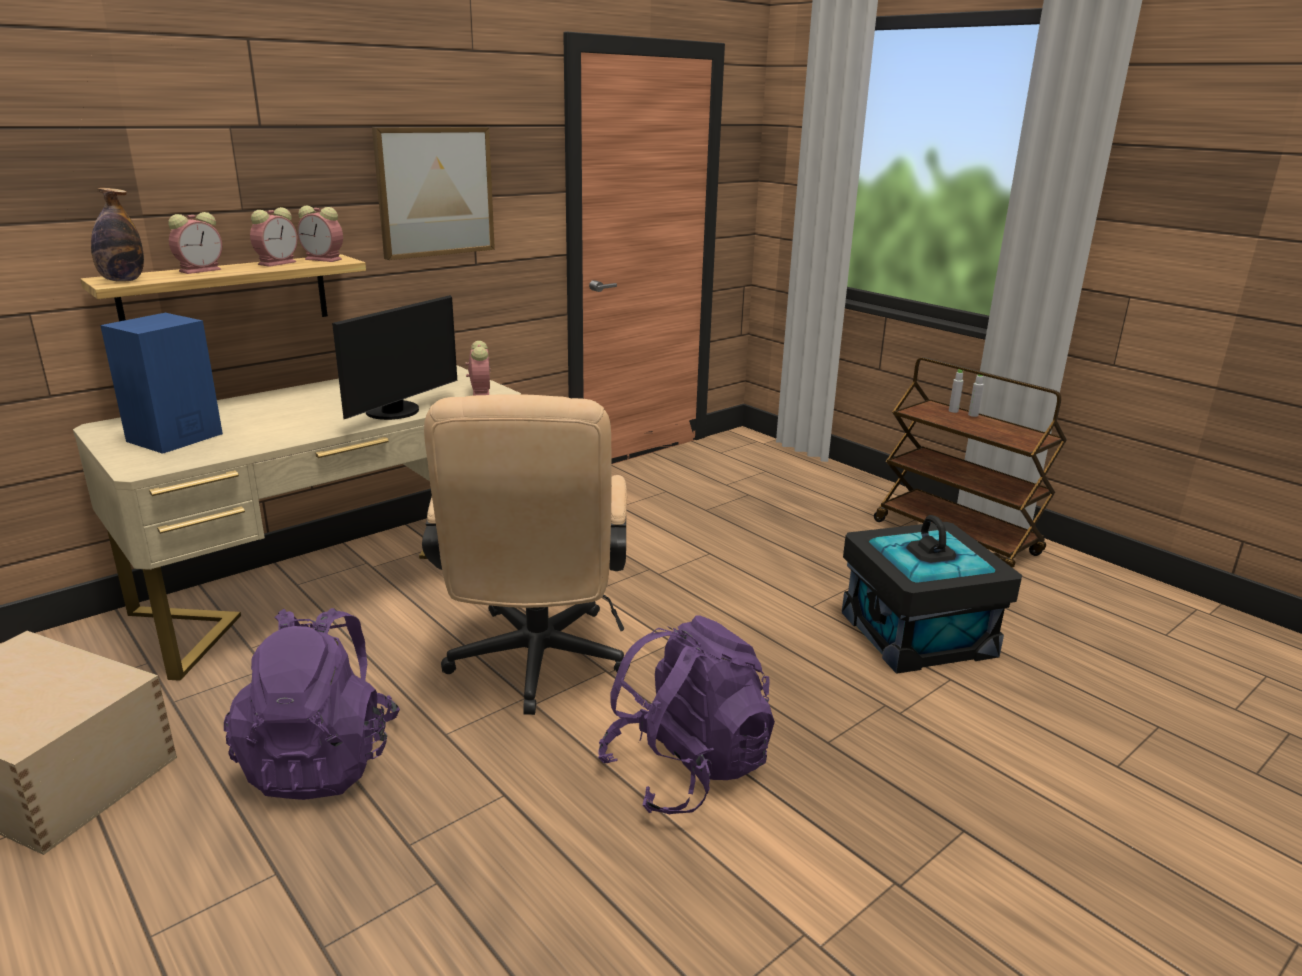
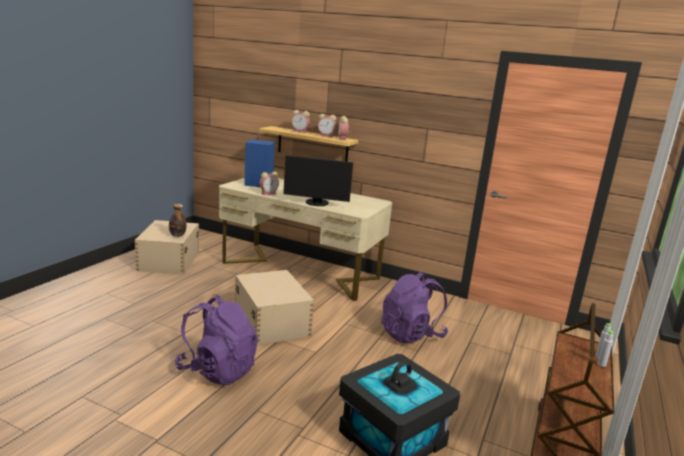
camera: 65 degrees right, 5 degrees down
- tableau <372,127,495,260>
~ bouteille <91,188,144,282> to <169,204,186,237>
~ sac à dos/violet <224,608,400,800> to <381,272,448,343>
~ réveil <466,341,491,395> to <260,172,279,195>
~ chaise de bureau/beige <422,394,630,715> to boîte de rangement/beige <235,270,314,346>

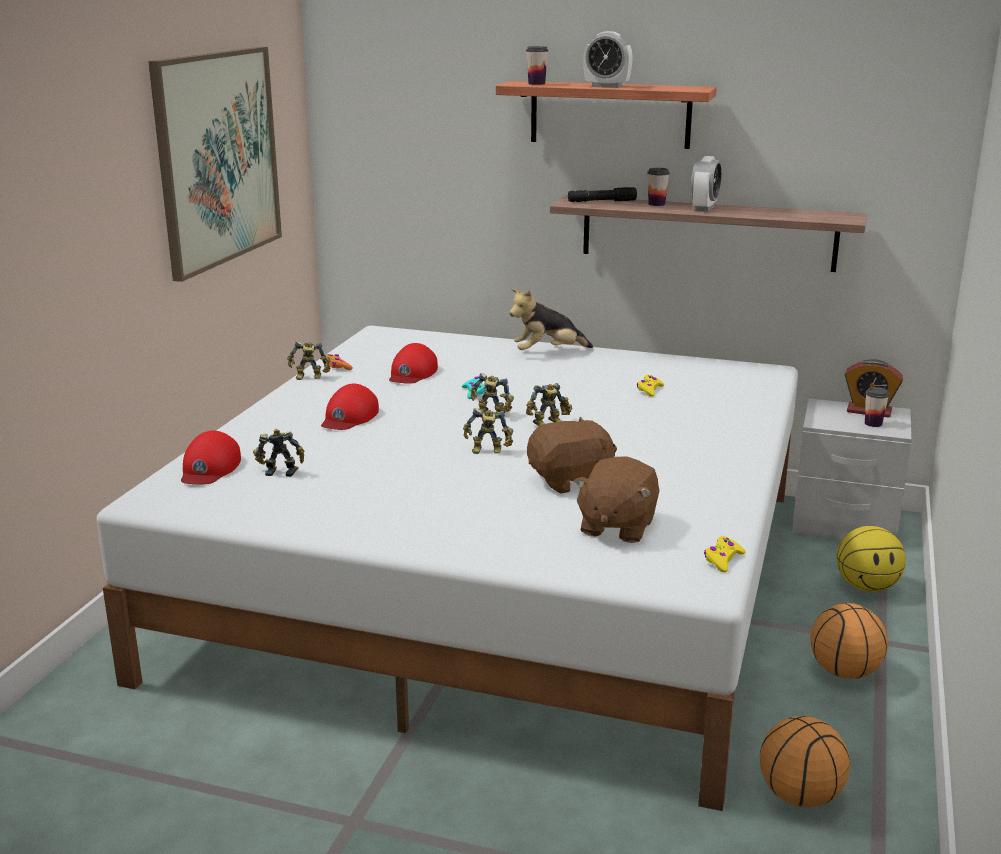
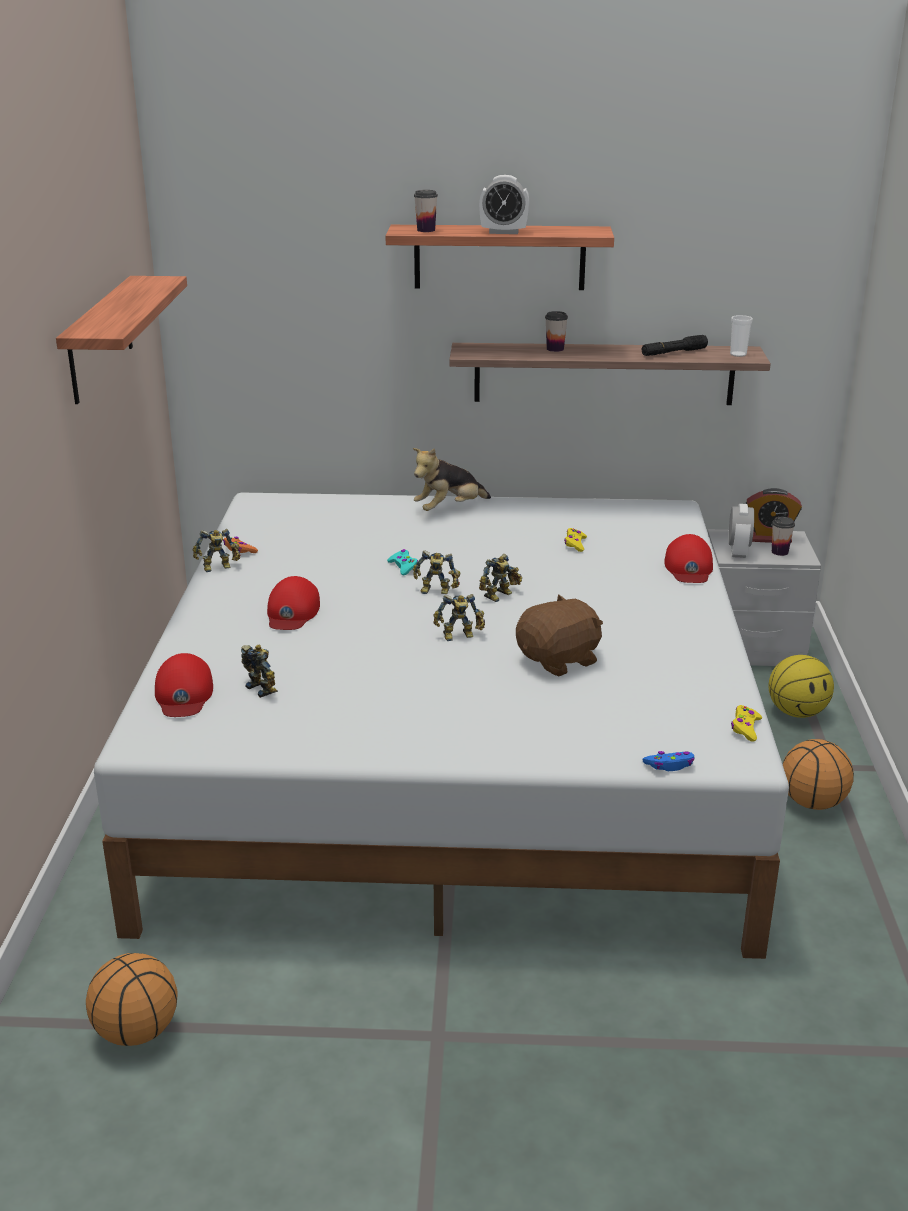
camera: 15 degrees left, 5 degrees up
- peluche/marron <574,457,660,543>
+ manette/bleu <642,751,694,771>
+ tasse <730,315,753,357>
~ casquette/rouge <389,343,438,384> to <664,534,713,583>
~ lampe de poche/noir <568,187,637,202> to <642,335,708,356>
~ réveil <691,156,722,212> to <728,504,754,558>
~ ballon de basket <760,716,850,807> to <86,953,178,1046>
~ tableau <148,47,282,282> to étagère <56,276,187,404>
~ robot jouet <253,429,305,477> = <241,645,278,698> 60 degrees clockwise

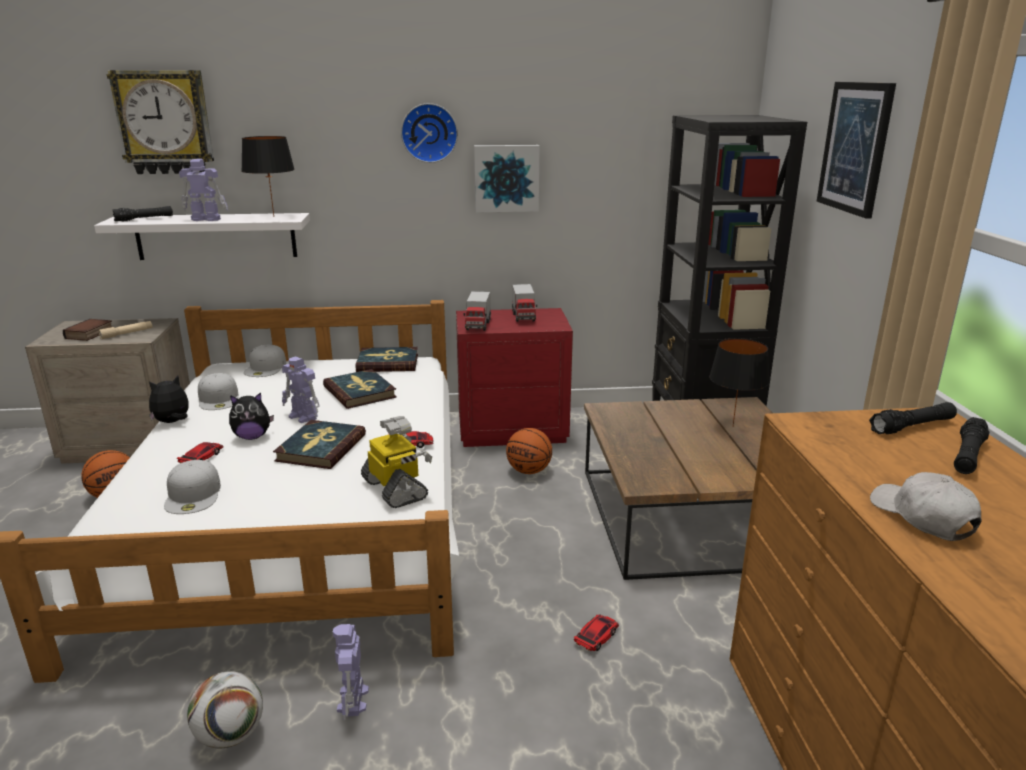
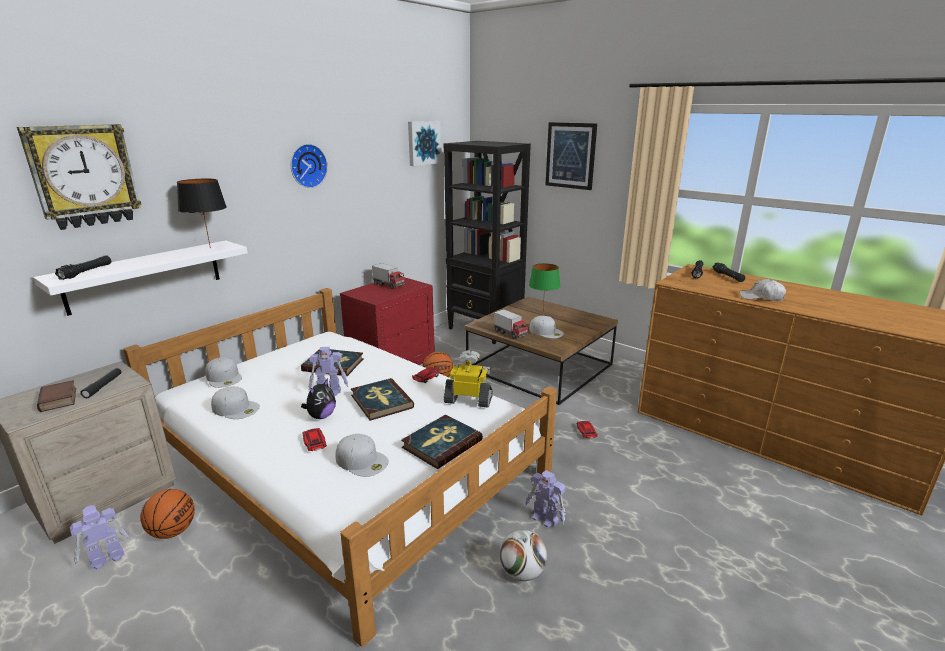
camera: 45 degrees left, 0 degrees up
- peluche <149,376,189,423>
+ casquette/blanc <529,316,564,339>
~ robot jouet <179,159,228,221> to <70,505,130,570>
~ livre <355,347,418,372> to <401,415,483,469>
~ camion jouet <464,291,491,331> to <494,309,529,339>
~ tableau <474,145,540,213> to <408,121,442,166>
~ lampe de poche/beige <99,321,152,339> to lampe de poche/noir <80,368,121,398>
~ lampe de table/noir <709,338,769,426> to lampe de table/vert <529,263,561,310>

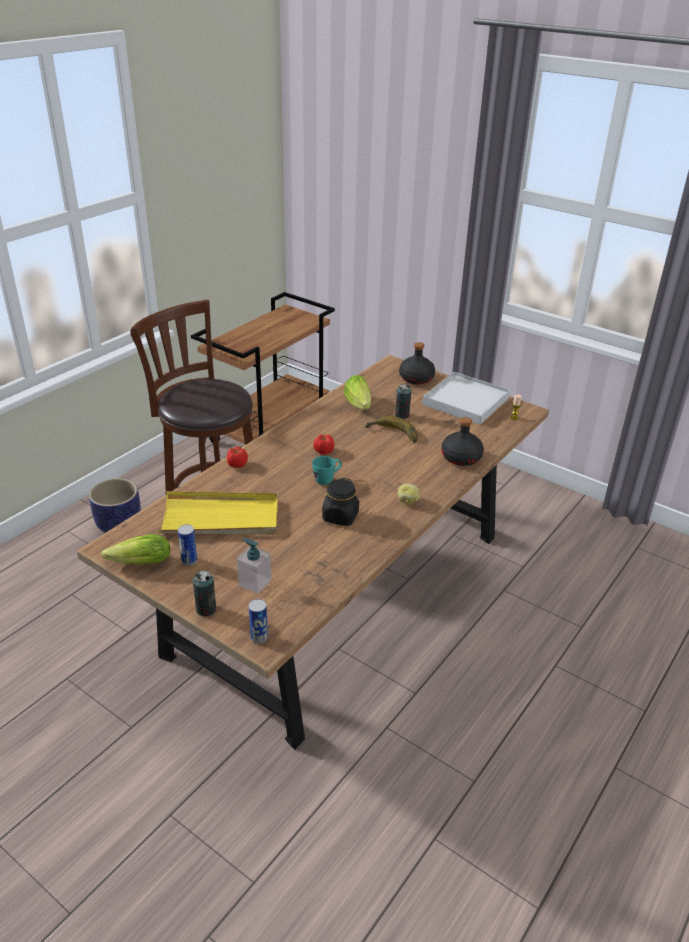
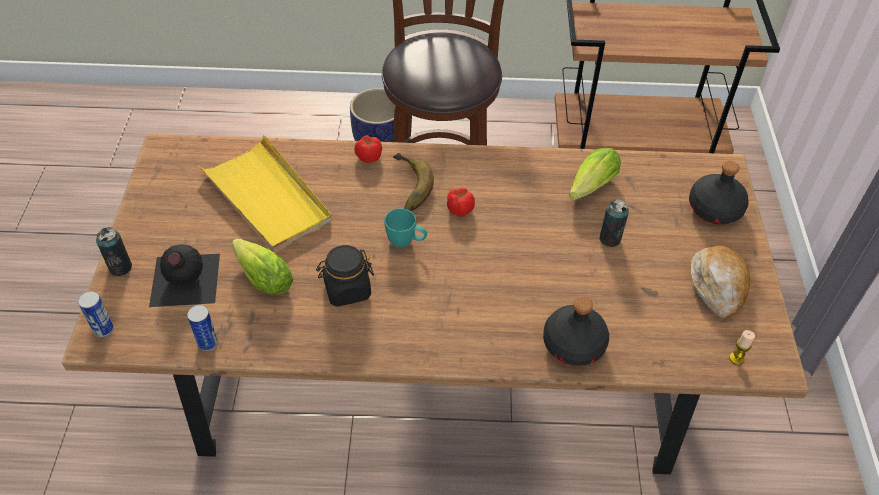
camera: 55 degrees right, 15 degrees up
- pomme de terre <398,483,419,505>
~ laitue <101,534,170,564> to <231,239,294,295>
~ boîte métallique <178,524,197,565> to <187,305,218,351>
~ banane <365,416,417,443> to <393,153,434,211>
~ distributeur de savon <237,538,272,594> to bouteille/noir <149,244,220,307>
~ plateau/blanc <422,372,510,425> to pain <691,246,750,319>

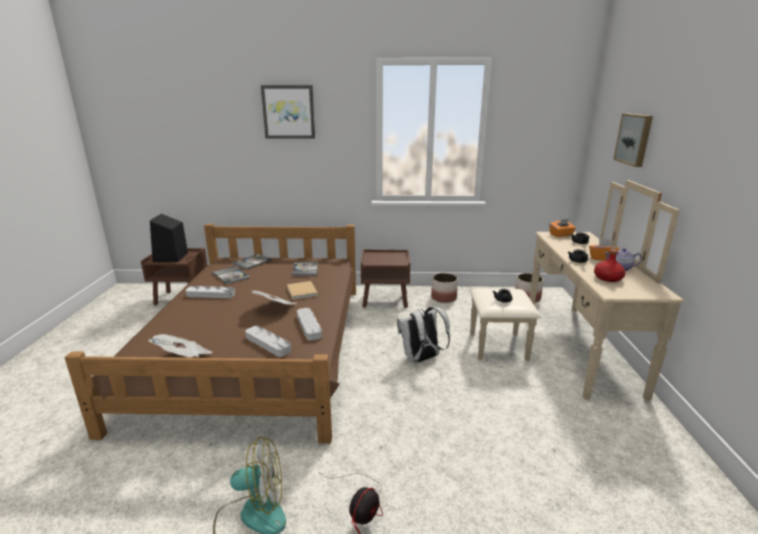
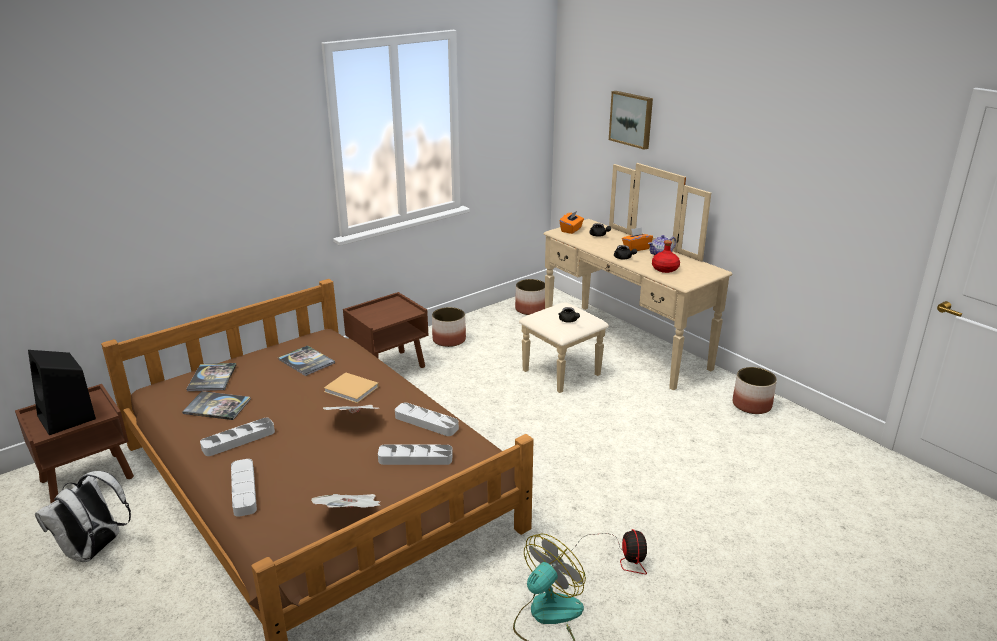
camera: 40 degrees left, 5 degrees up
- tableau <261,85,315,139>
+ plateau/gris <231,459,257,517>
+ cache-pot <733,367,777,414>
~ sac à dos/blanc <397,306,450,363> to <35,471,131,562>

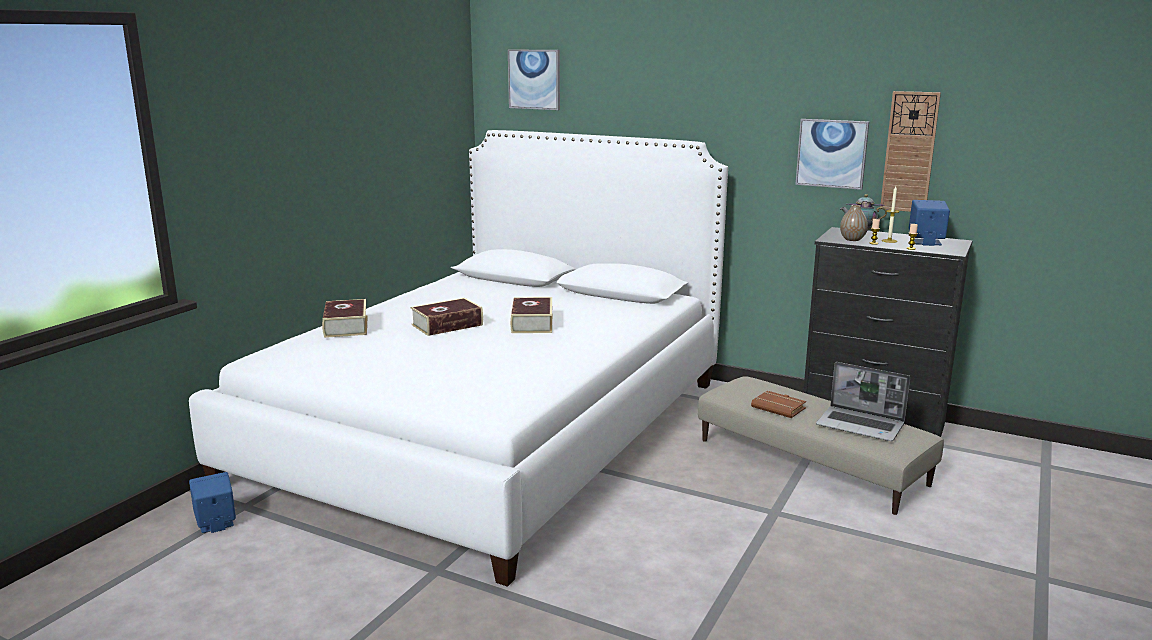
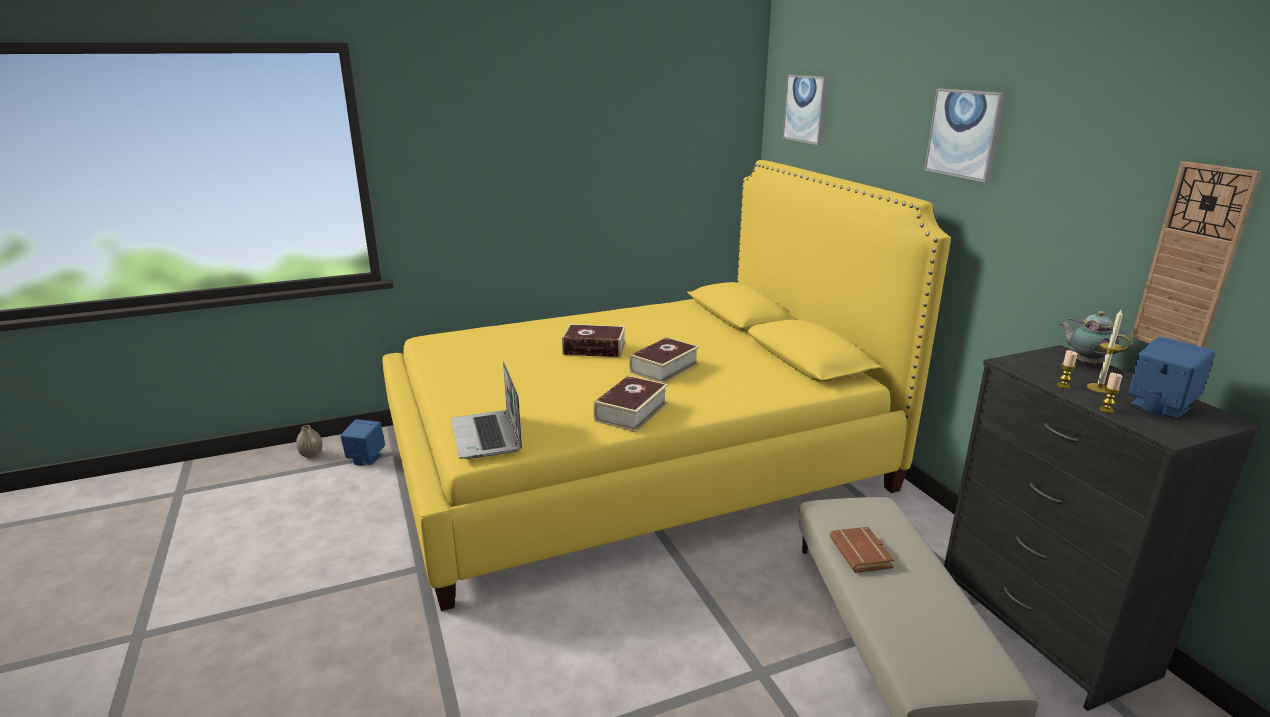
camera: 40 degrees right, 5 degrees up
~ livre <322,299,368,338> to <593,376,668,432>
~ tableau <795,119,869,190> to <925,89,1006,183>
~ ordinateur portable <816,362,910,441> to <451,362,522,459>
~ vase <840,205,868,241> to <296,425,323,458>
~ lit/blanc <189,130,728,587> to lit/jaune <382,160,951,611>

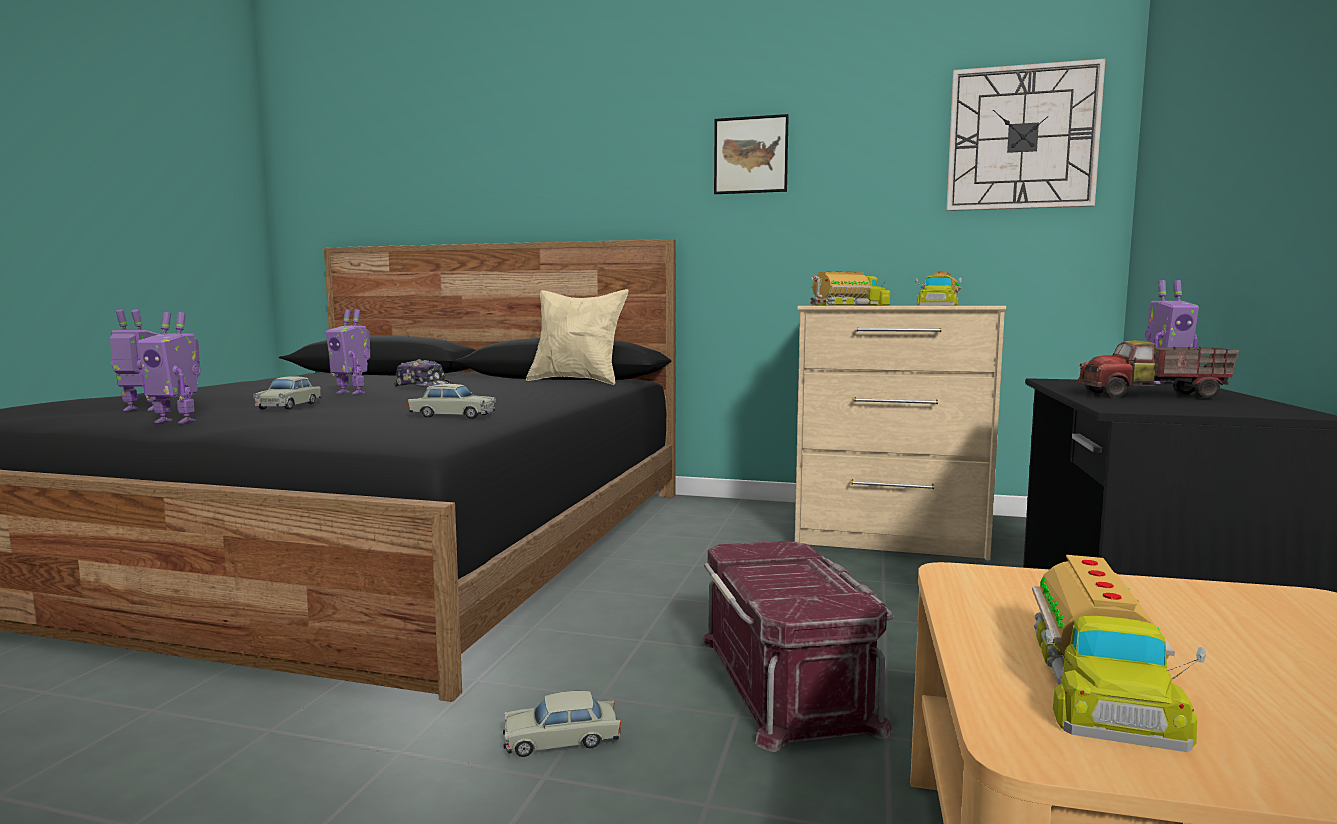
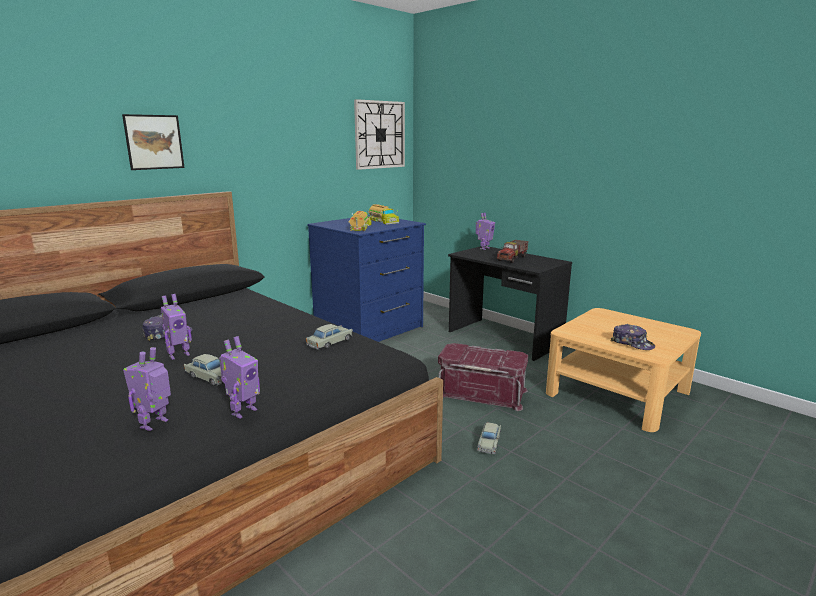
camera: 60 degrees left, 10 degrees up
- coussin/beige <526,289,628,385>
~ tableau <714,114,789,194> to <122,114,185,170>
~ camion jouet <1032,555,1206,752> to casquette <611,324,655,350>
~ commode/beige <795,306,1006,560> to commode/bleu <307,215,426,342>

